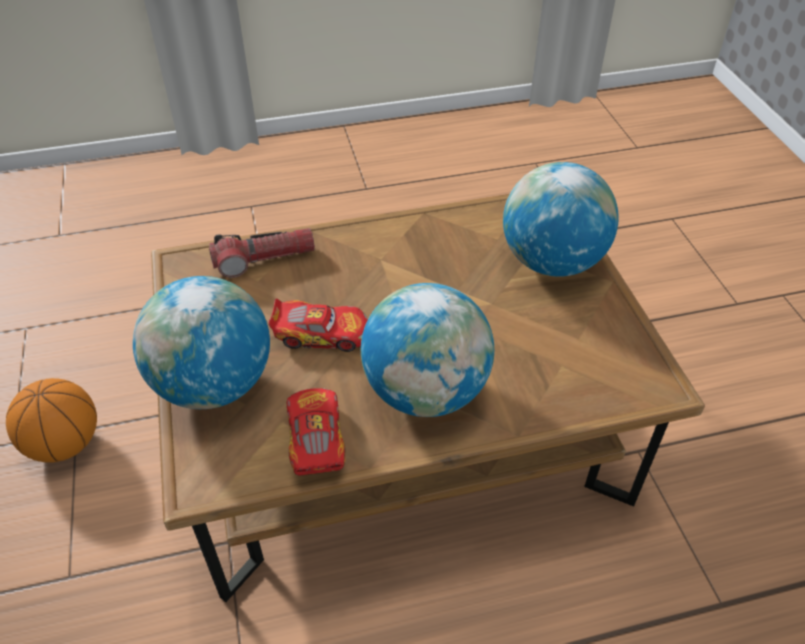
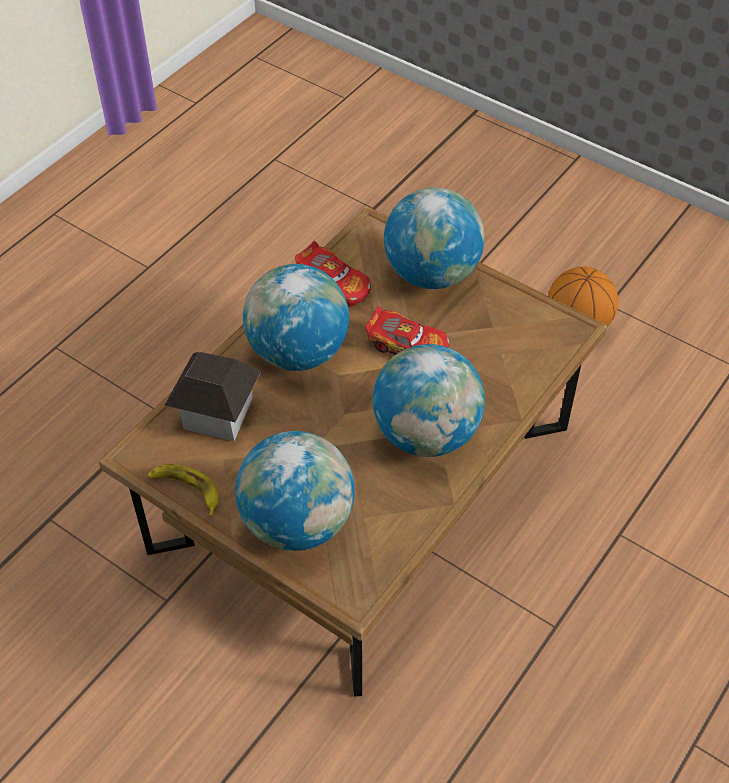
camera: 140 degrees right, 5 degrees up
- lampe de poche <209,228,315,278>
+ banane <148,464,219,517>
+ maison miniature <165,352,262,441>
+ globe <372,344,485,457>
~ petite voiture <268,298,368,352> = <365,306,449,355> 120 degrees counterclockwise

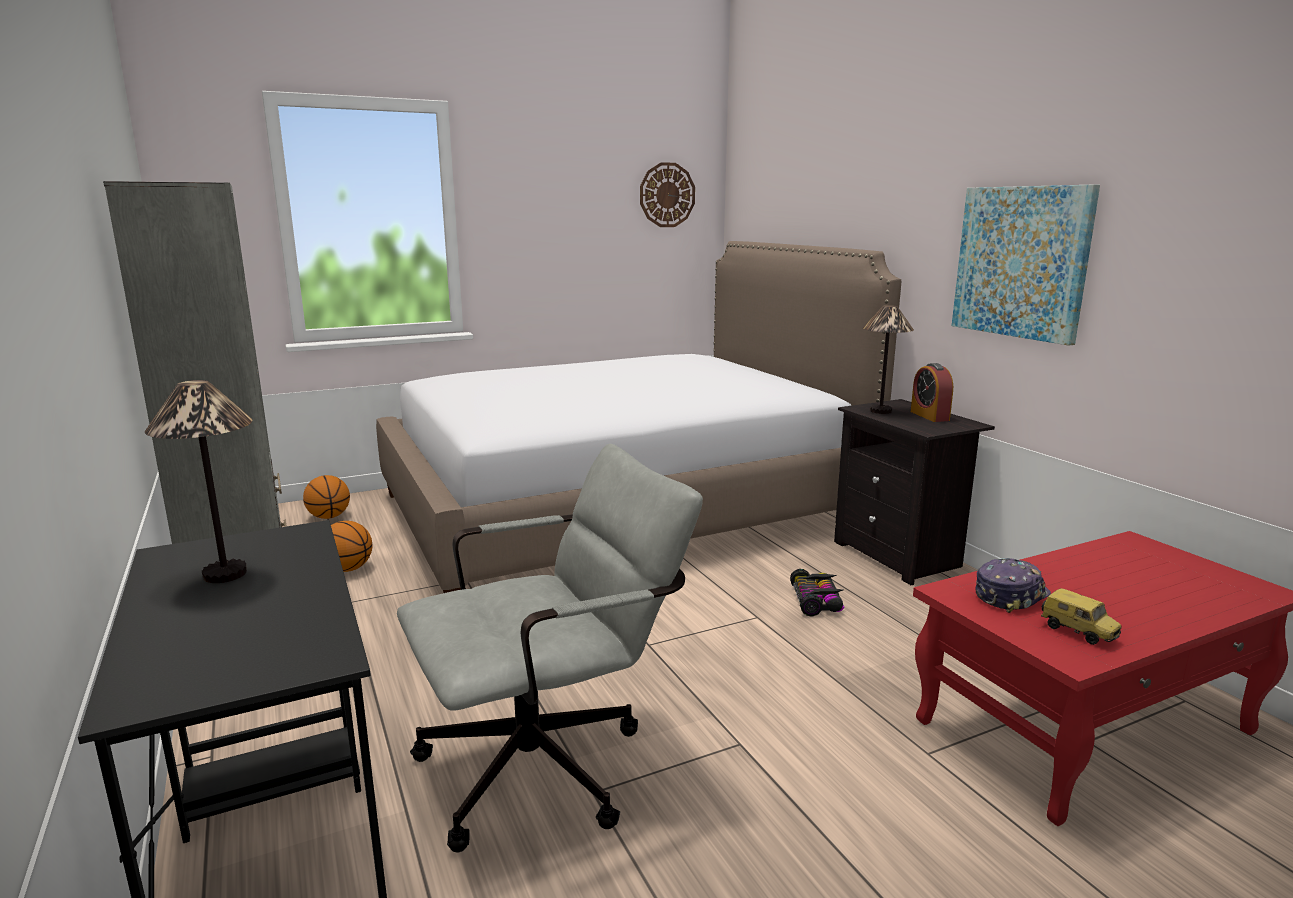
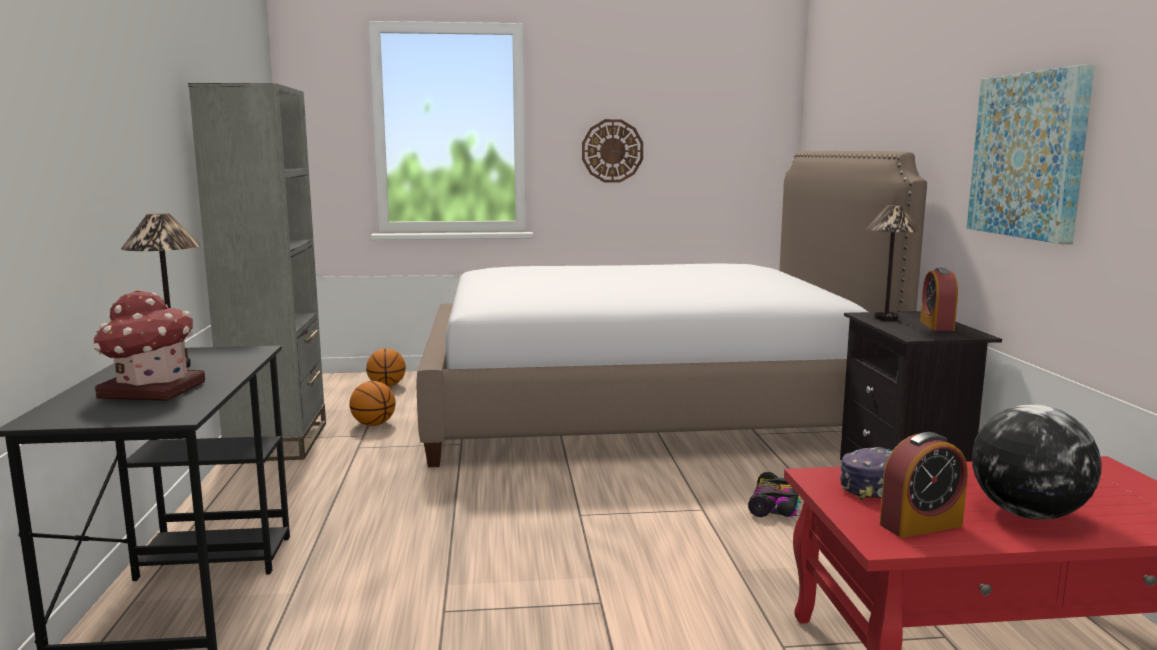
camera: 20 degrees right, 5 degrees down
- chaise de bureau/gris <397,443,703,853>
+ maison miniature <94,290,205,401>
+ globe <972,405,1101,520>
~ horloge murale <640,162,695,227> to <582,119,643,183>
~ petite voiture <1041,588,1121,645> to réveil <880,432,968,538>

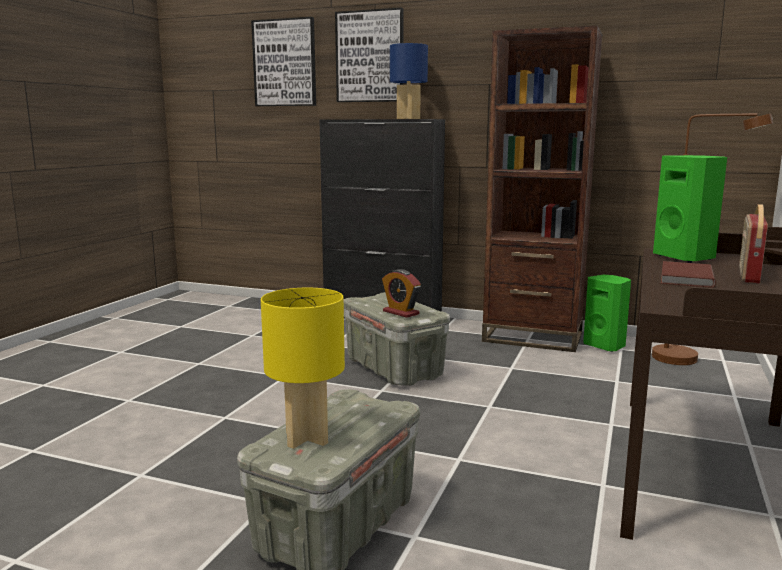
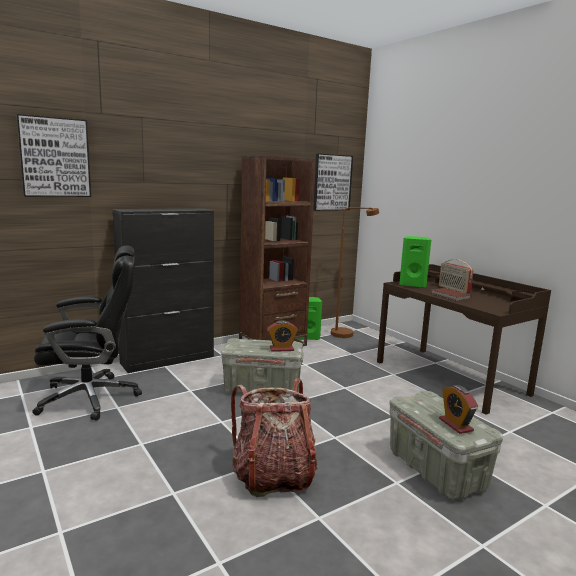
camera: 55 degrees left, 0 degrees up
- lampe de table/bleu <390,43,428,119>
+ chaise de bureau/noir <32,245,142,421>
+ sac à dos <231,378,318,497>
~ tableau <335,8,404,102> to <313,154,353,211>
~ lampe de table/jaune <261,288,345,449> to réveil <439,385,478,434>

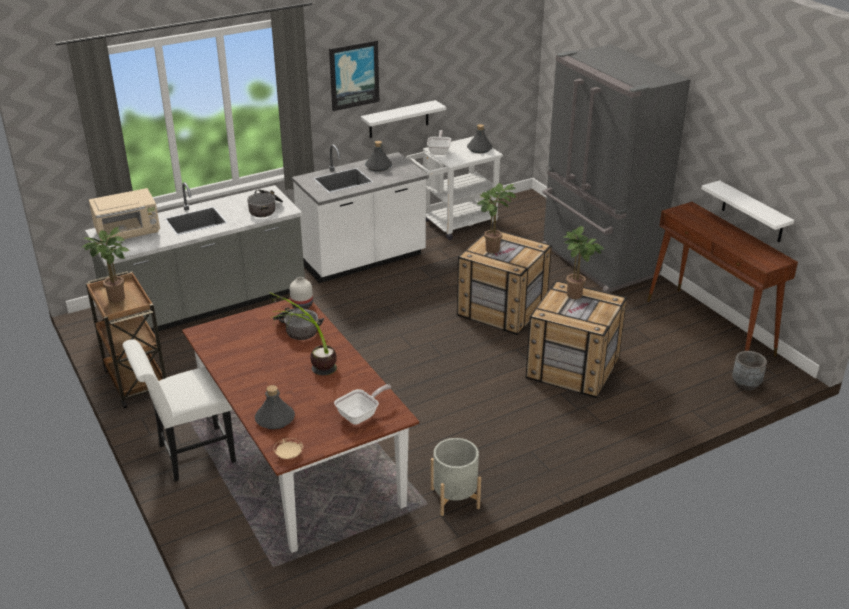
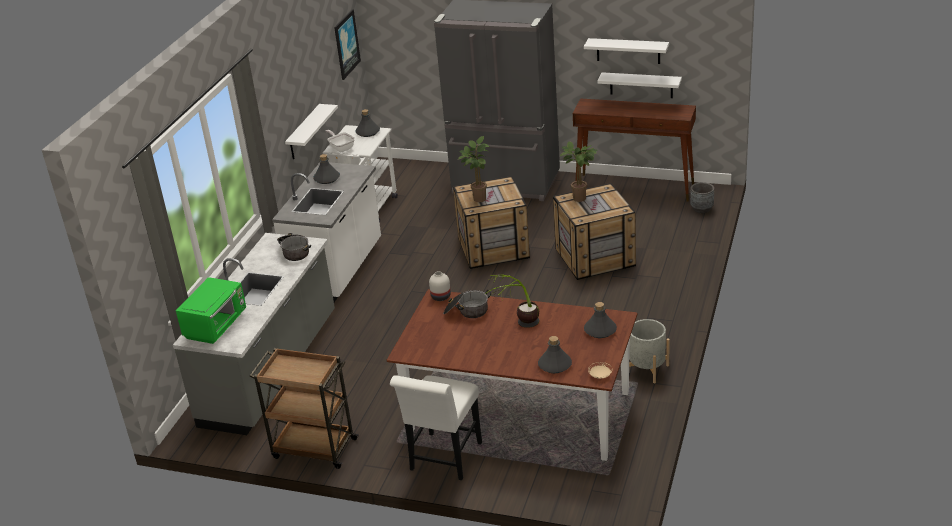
camera: 40 degrees left, 0 degrees up
- plante en pot <83,227,129,303>
+ étagère/blanc <584,38,669,64>
~ tableau <329,40,379,111> to <334,9,361,80>
~ poêle <334,384,391,425> to bouteille/gris <584,302,617,338>
~ micro-ondes/beige <89,188,160,244> to micro-ondes/vert <176,277,246,344>

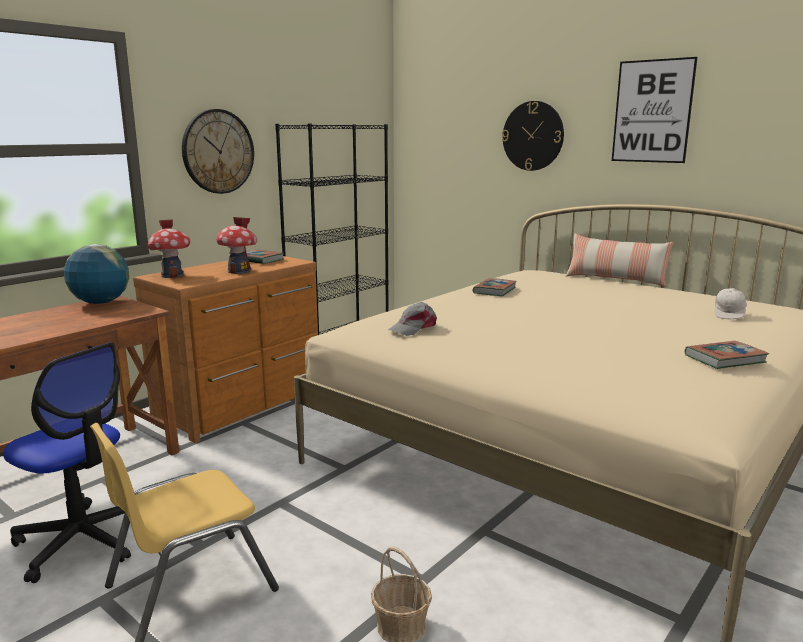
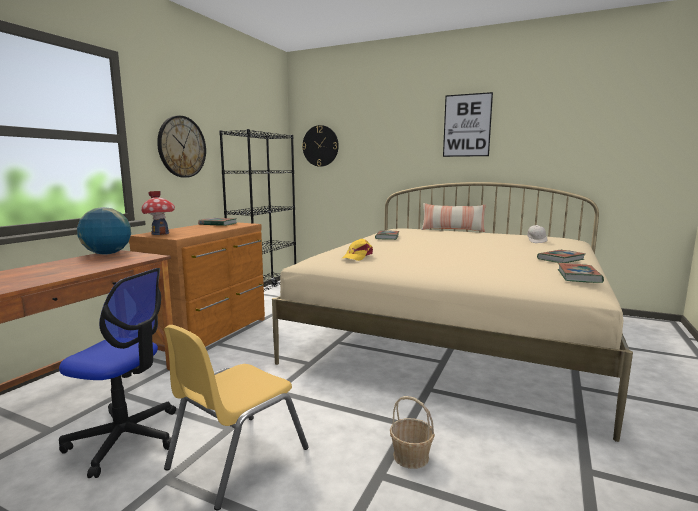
camera: 15 degrees left, 5 degrees down
- maison miniature <216,217,257,274>
+ livre <558,263,604,283>
~ horloge murale <502,101,564,171> to <302,125,339,167>
~ casquette/gris <388,302,437,336> to casquette/jaune <343,239,373,261>

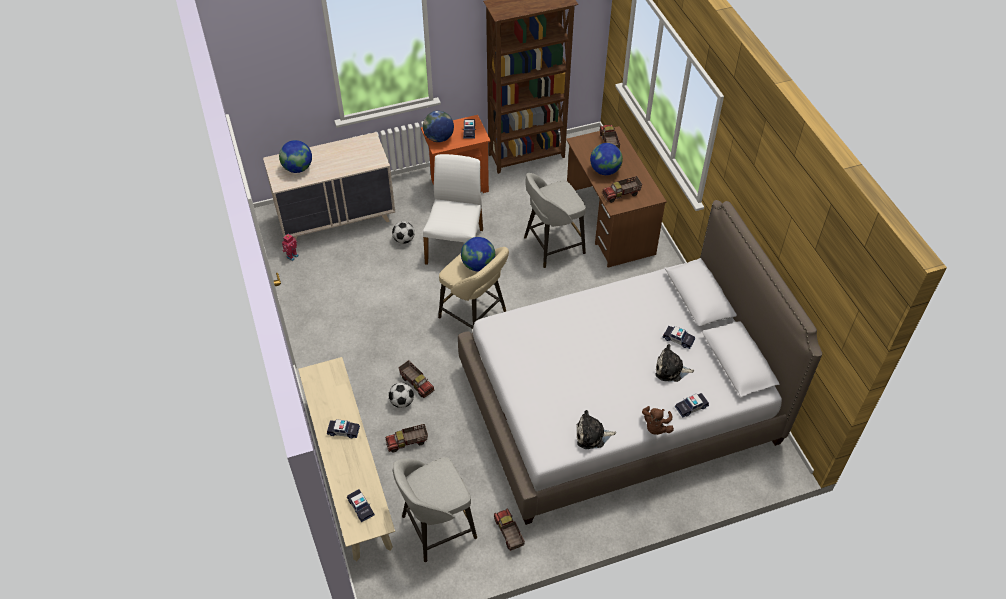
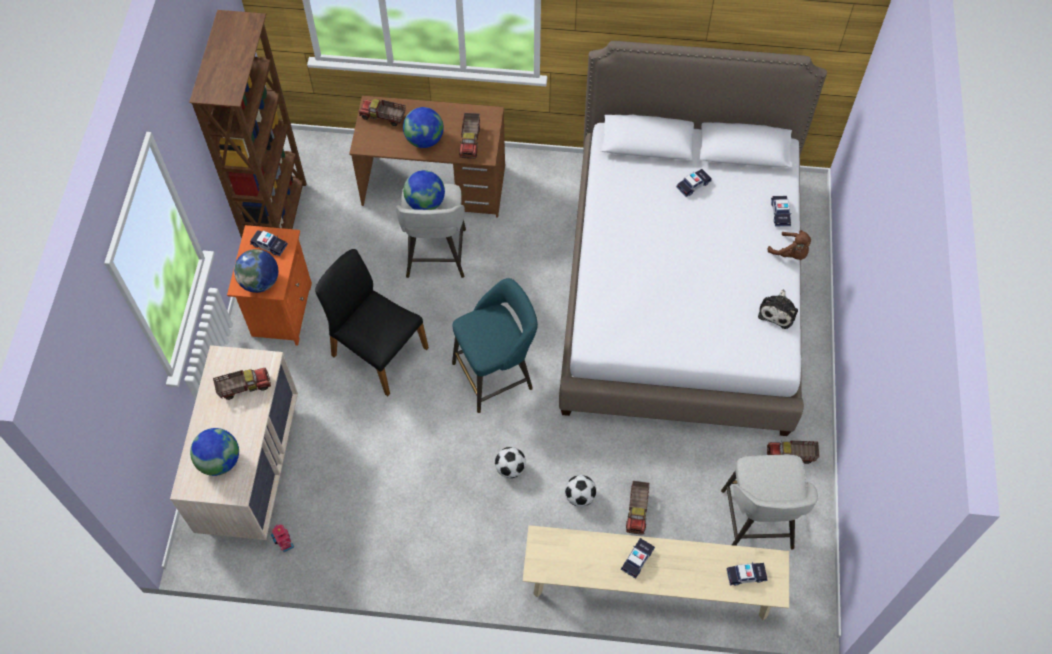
camera: 65 degrees left, 10 degrees up
- peluche <655,344,694,382>
~ ballon de foot <392,221,415,244> to <495,447,526,478>
~ camion jouet <398,360,434,398> to <213,368,271,400>
~ globe <461,237,495,271> to <403,170,445,210>
~ chaise/blanc <423,154,483,265> to chaise/noir <315,249,429,396>
~ tabouret/beige <438,247,509,329> to tabouret/turquoise <452,278,538,413>

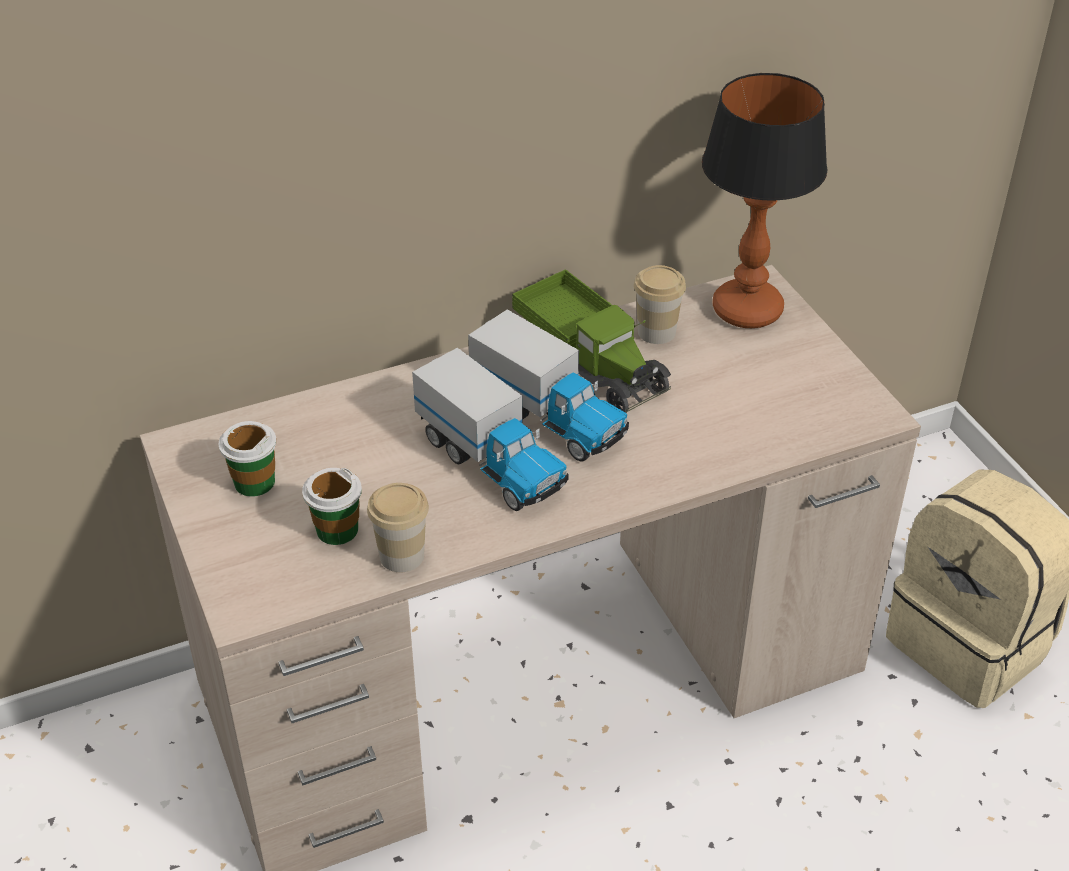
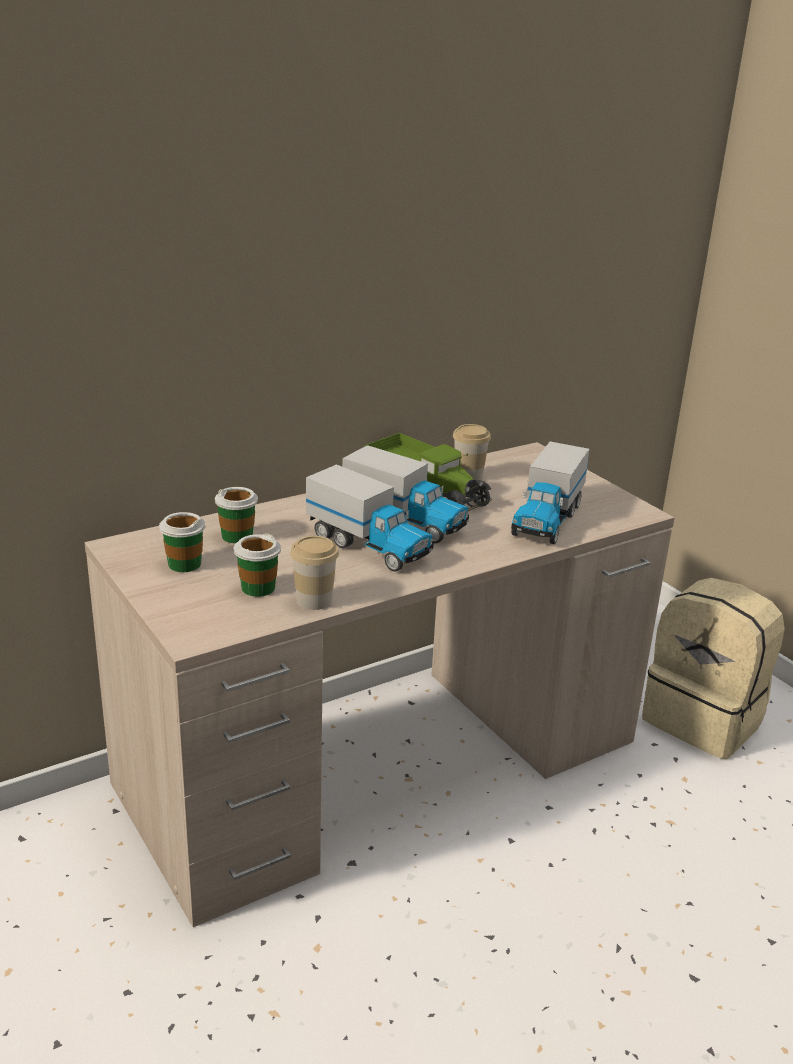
camera: 10 degrees left, 15 degrees down
- lampe de table <702,73,828,328>
+ tasse <215,487,258,544>
+ camion jouet <511,441,590,544>

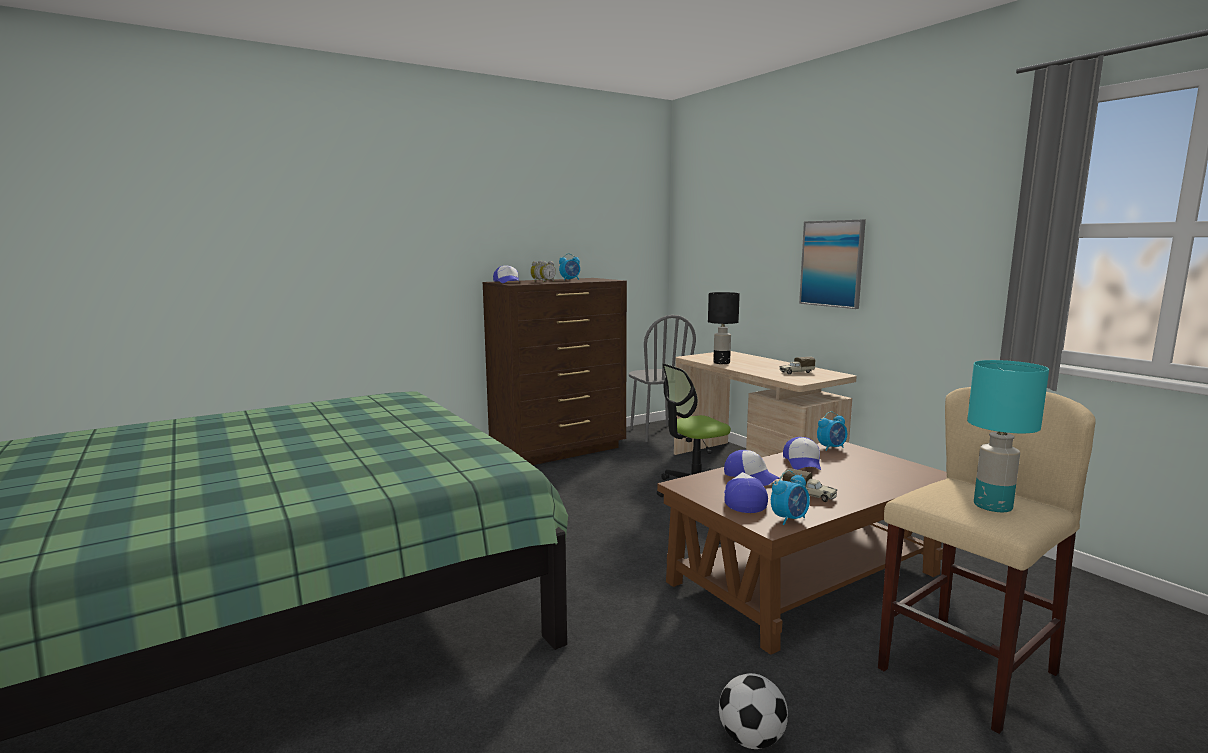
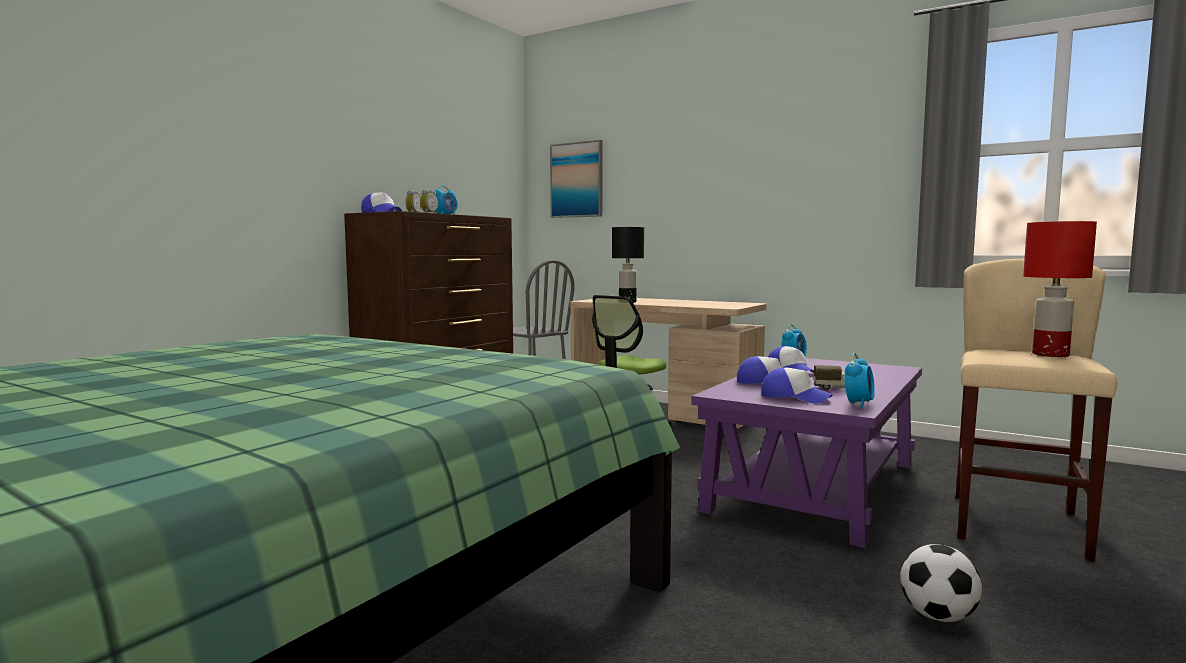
camera: 25 degrees left, 5 degrees down
- camion jouet <779,357,815,374>
~ tableau <799,219,866,309> to <550,140,602,218>
~ table basse/marron <657,442,947,655> to table basse/violet <691,358,922,548>
~ lampe de table/turquoise <967,360,1049,512> to lampe de table/rouge <1023,221,1097,357>
~ casquette <724,472,768,513> = <761,367,832,404> 150 degrees clockwise

